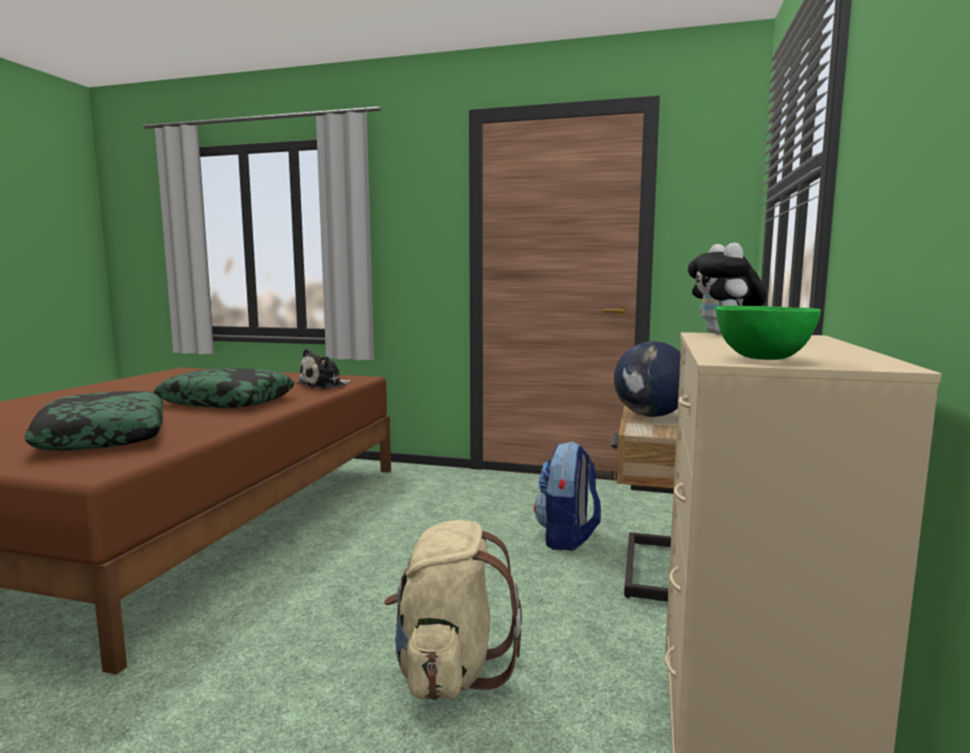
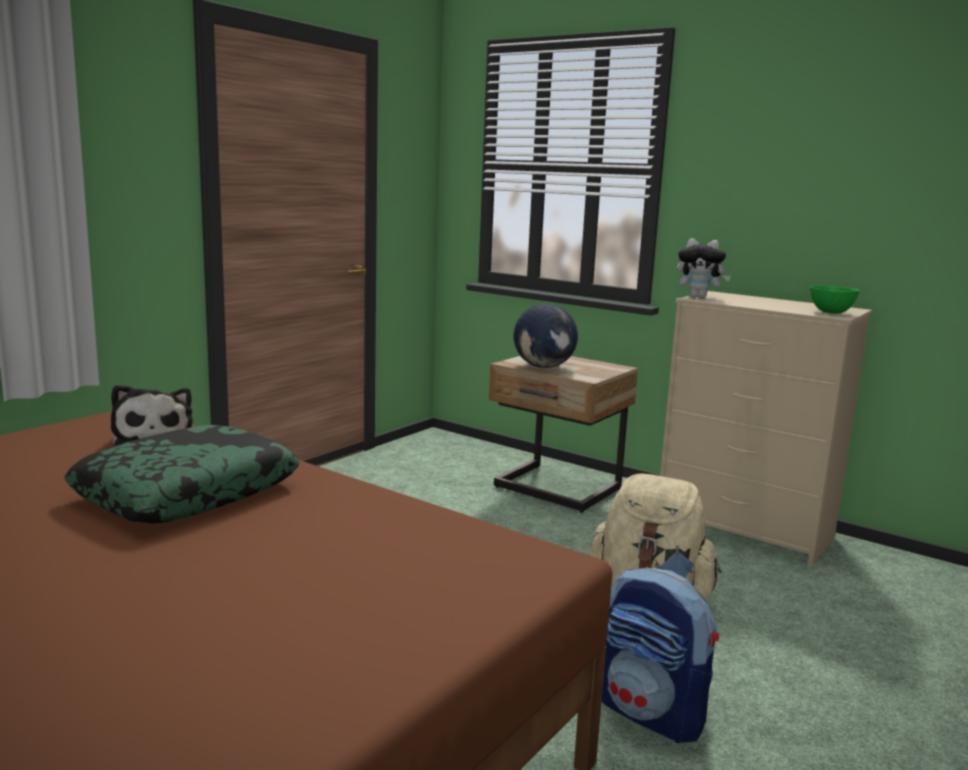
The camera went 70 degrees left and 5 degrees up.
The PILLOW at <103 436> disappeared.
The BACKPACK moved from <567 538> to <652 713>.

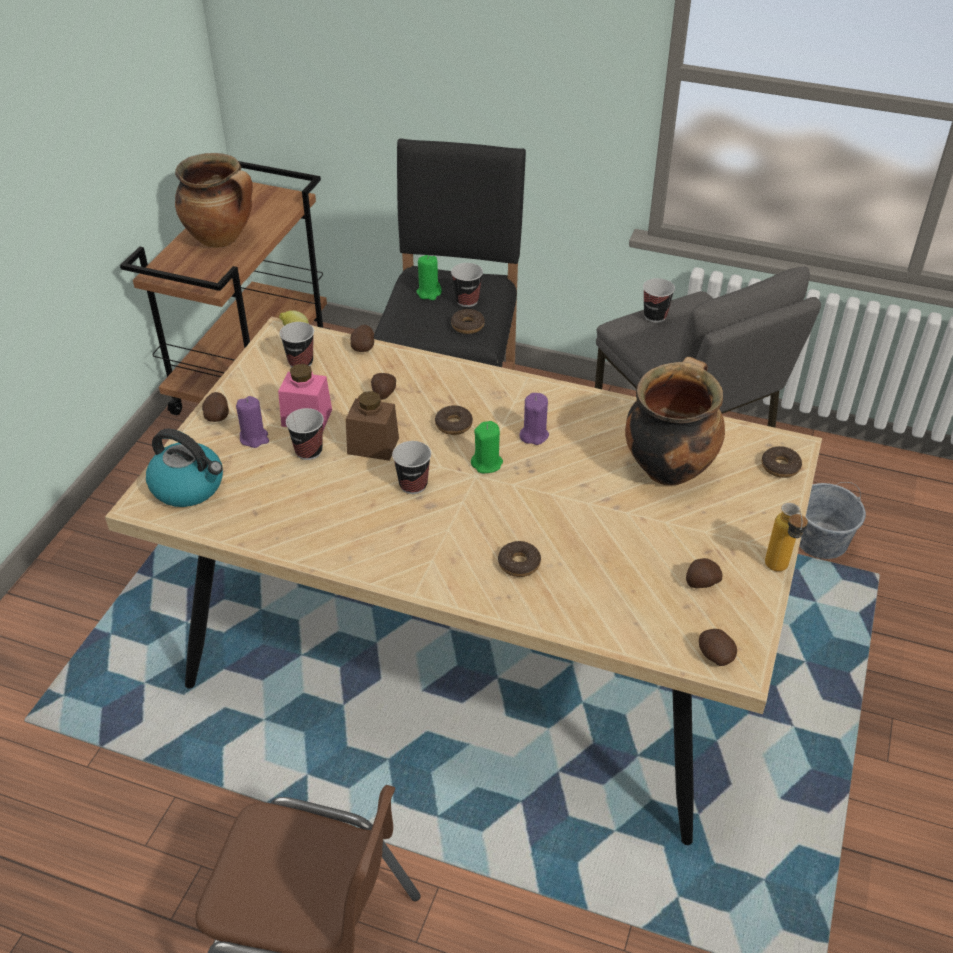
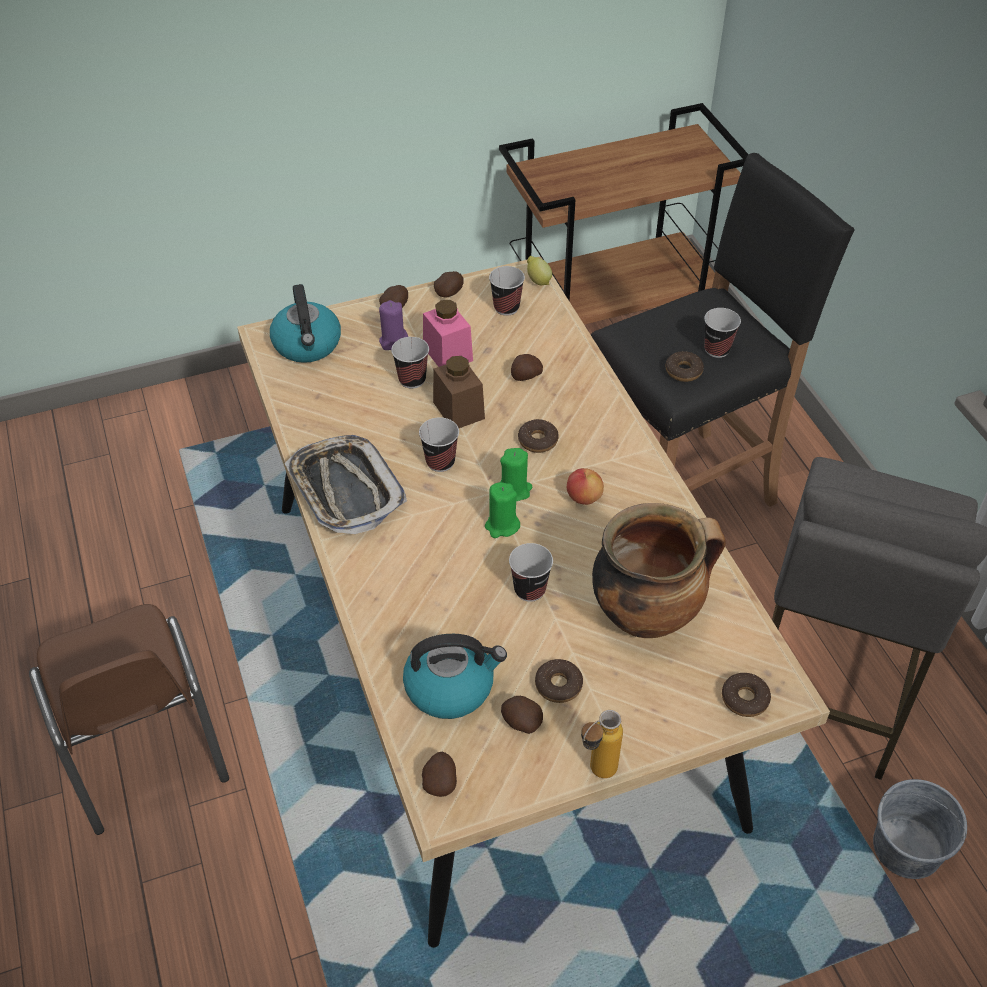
The camera went 50 degrees right and 5 degrees up.
The COOKING POT at <222 238> disappeared.
The TRAY at <345 490> appeared.
The KETTLE at <451 686> appeared.
The POTATO moved from <363 347> to <449 293>.
The GREEN CANDLE moved from <429 293> to <502 525>.
The DONUT moved from <519 563> to <558 685>.
The CUP moved from <655 316> to <530 589>.
The PURPLE CANDLE at <534 435> was replaced by the APPLE at <583 497>.

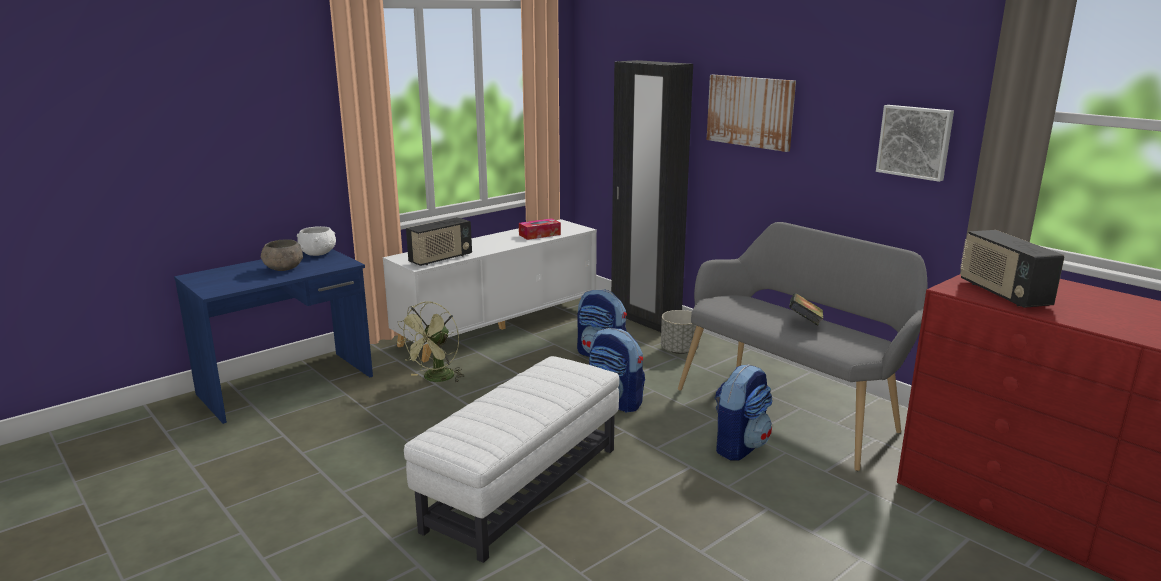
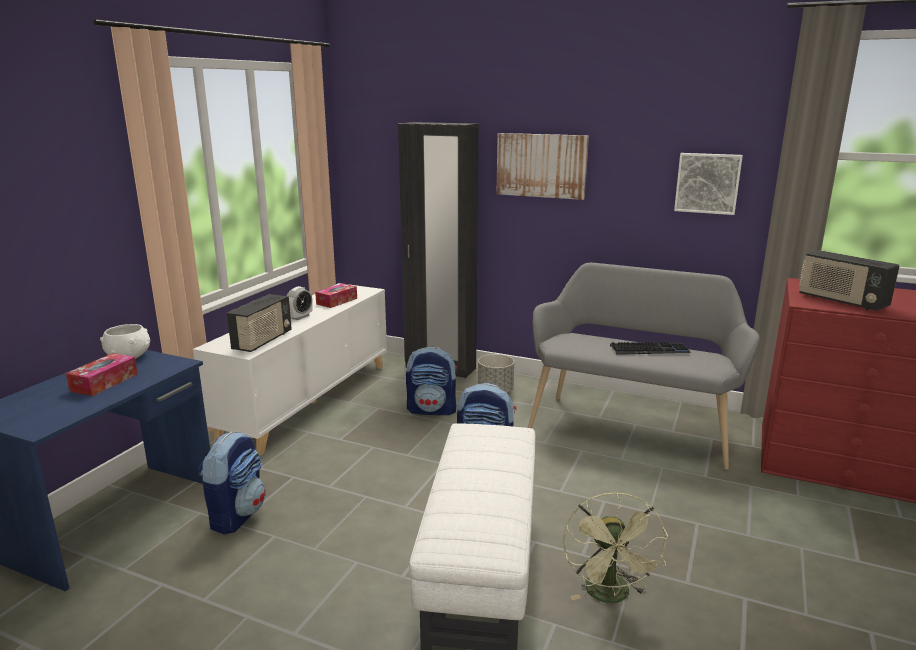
The camera went 25 degrees left and 0 degrees up.
The ALARM CLOCK at <300 317> appeared.
The GREEN FAN moved from <435 379> to <610 596>.
The BACKPACK moved from <739 446> to <236 515>.
The GREY BOWL at <283 269> was replaced by the TISSUE BOX at <104 382>.
The BOOK at <804 323> was replaced by the KEYBOARD at <649 350>.

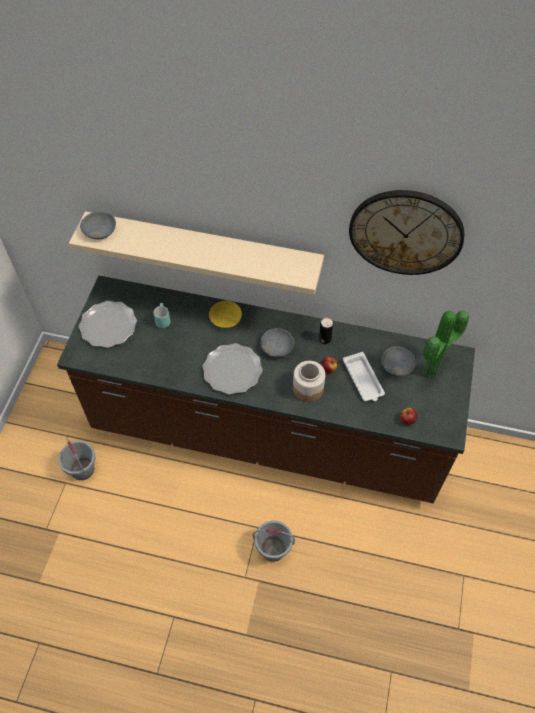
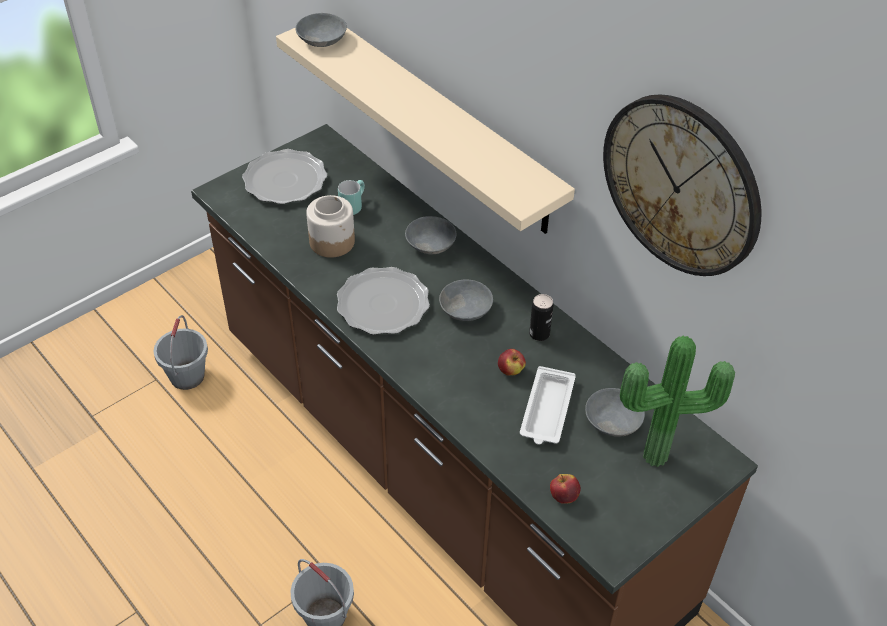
The camera went 35 degrees right and 10 degrees down.
The JAR moved from <308 388> to <332 241>.
The YELLOW BOWL at <225 319> became the GREY BOWL at <429 244>.

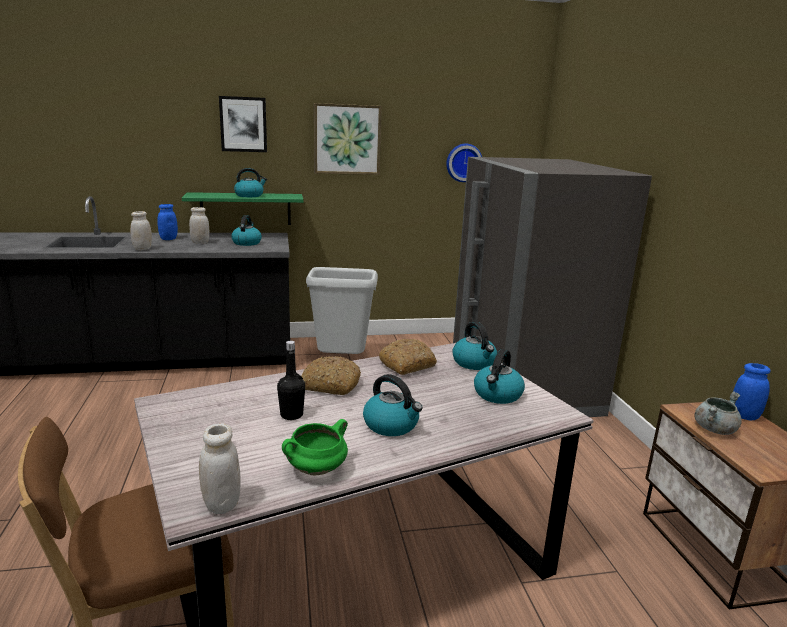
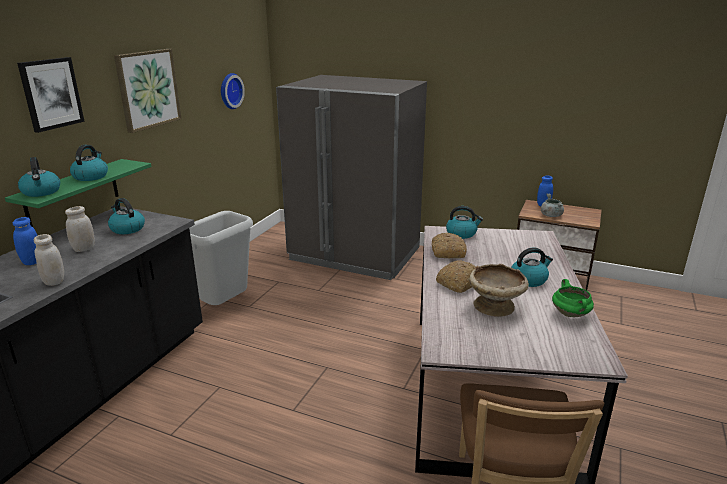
The camera went 55 degrees left and 5 degrees up.
The WHITE JAR at <221 504> disappeared.
The KETTLE moved from <497 395> to <41 192>.
The BLACK BOTTLE at <291 415> was replaced by the BEIGE BOWL at <495 306>.

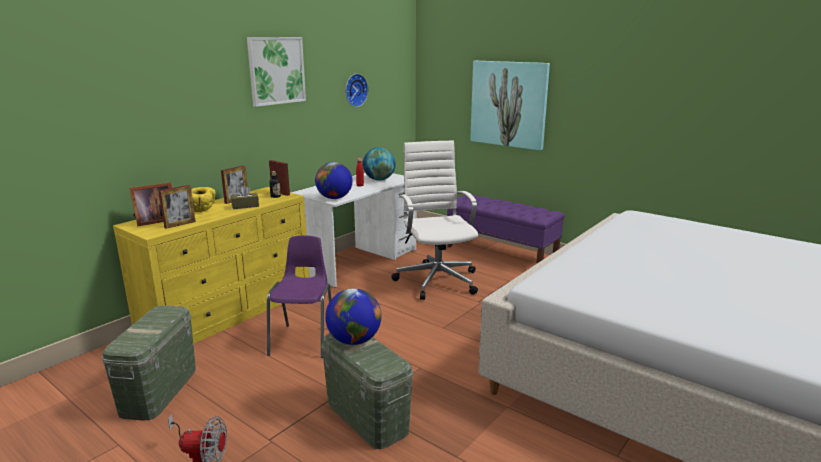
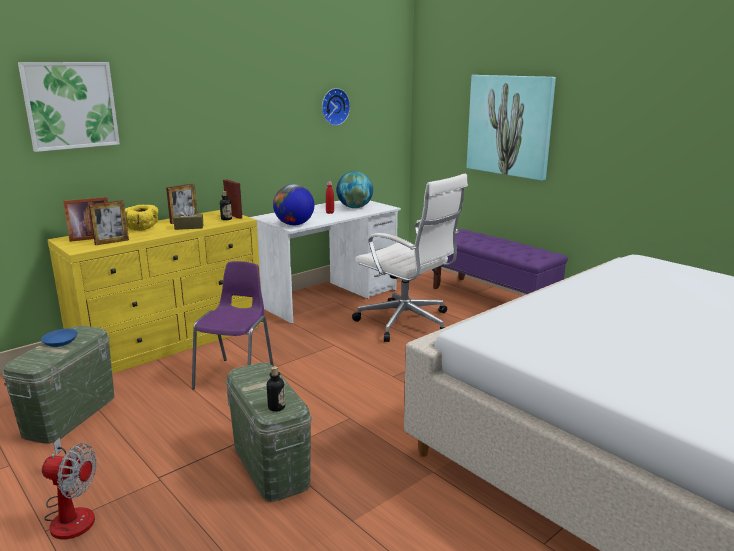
The camera went 10 degrees right and 0 degrees up.
The GLOBE at <354 340> disappeared.
The BLUE BOWL at <60 343> appeared.
The BOTTLE at <276 407> appeared.
The PICTURE moved from <276 70> to <70 105>.
The WHITE OFFICE CHAIR at <437 280> turned 135 degrees clockwise.

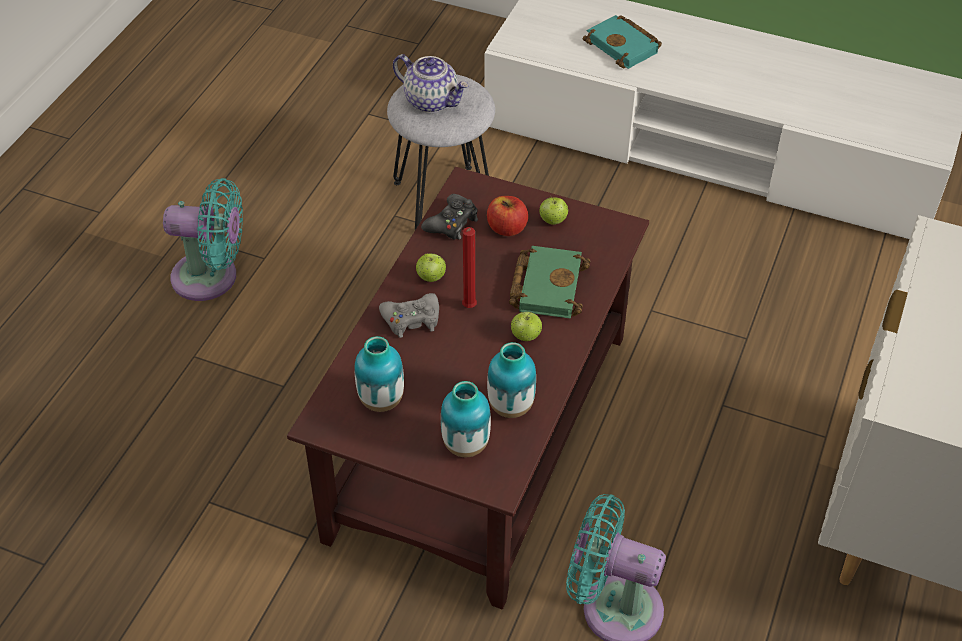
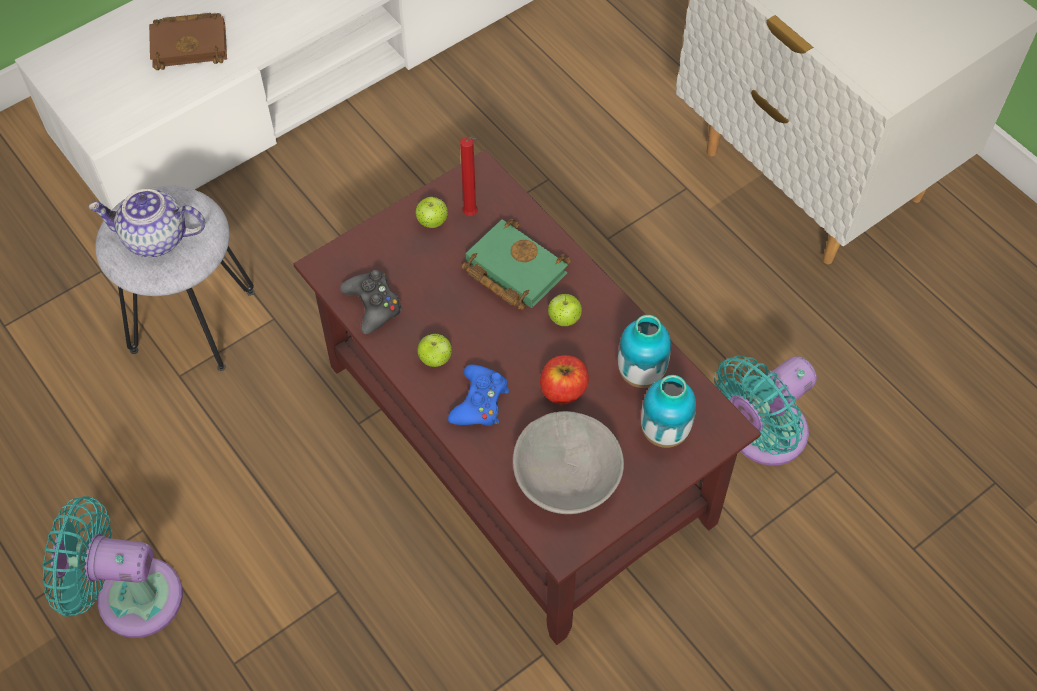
The camera went 60 degrees left and 10 degrees up.
The RED CANDLE moved from <468 308> to <472 215>.
The APPLE moved from <507 228> to <563 390>.
The VASE at <381 400> was replaced by the GREY BOWL at <567 477>.
The GREY GAME CONTROLLER at <411 320> became the BLUE GAME CONTROLLER at <480 402>.
The TURQUOISE BOOK at <624 47> became the BROWN BOOK at <191 44>.
The TURQUOISE FAN at <211 277> turned 120 degrees counterclockwise.
The TEAPOT at <432 101> turned 150 degrees counterclockwise.

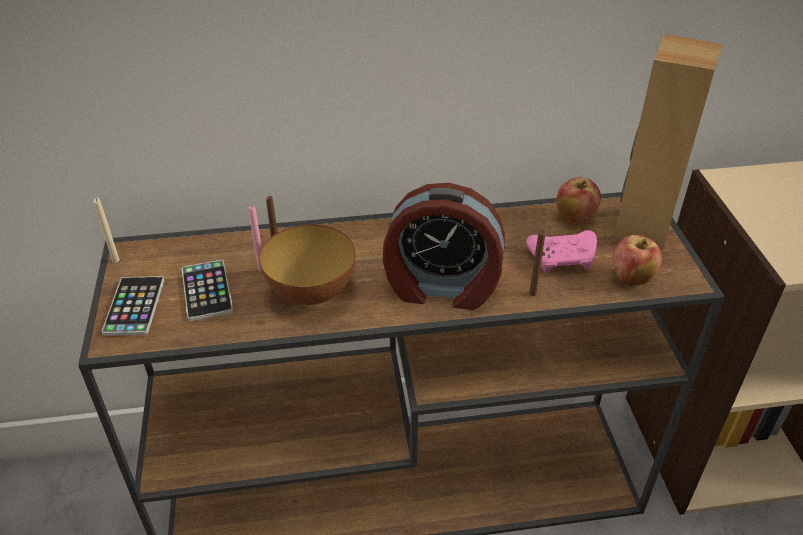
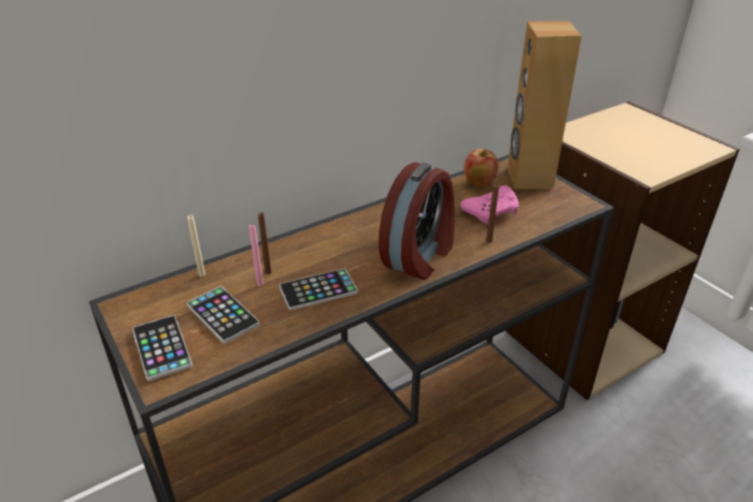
The camera went 25 degrees left and 5 degrees down.
The APPLE at <631 278> disappeared.
The BEIGE CANDLE moved from <116 260> to <202 274>.
The BOWL at <311 293> was replaced by the PHONE at <318 290>.
The ALARM CLOCK at <441 288> turned 45 degrees counterclockwise.

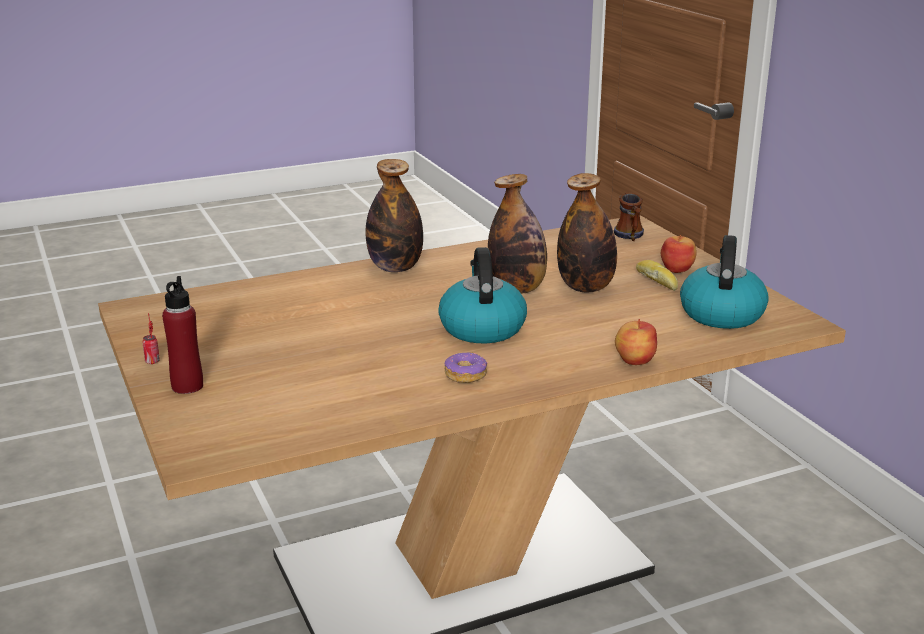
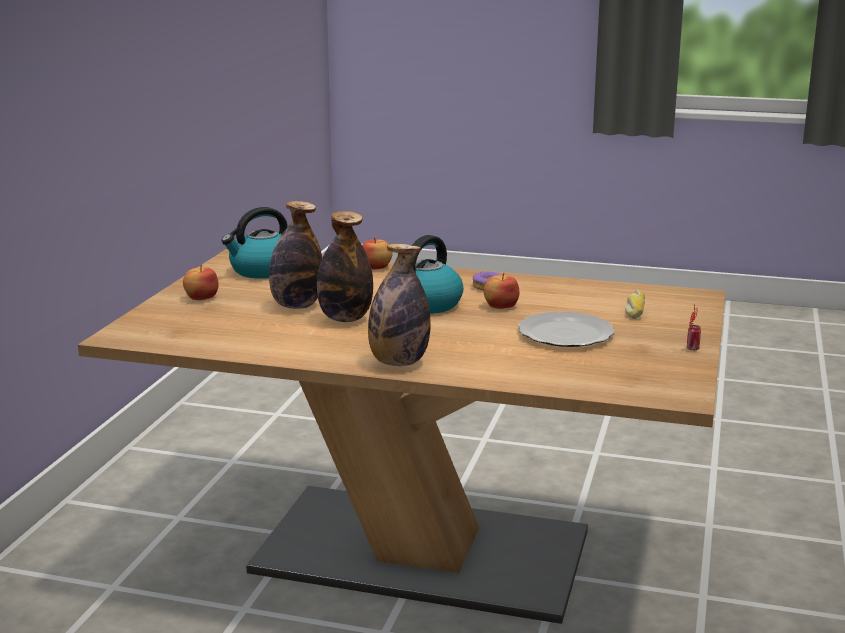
The camera went 140 degrees left and 5 degrees down.
The RED BOTTLE at <187 386> disappeared.
The MUG at <630 237> disappeared.
The APPLE at <500 306> appeared.
The PLATE at <565 333> appeared.
The BREAD moved from <658 281> to <634 310>.

